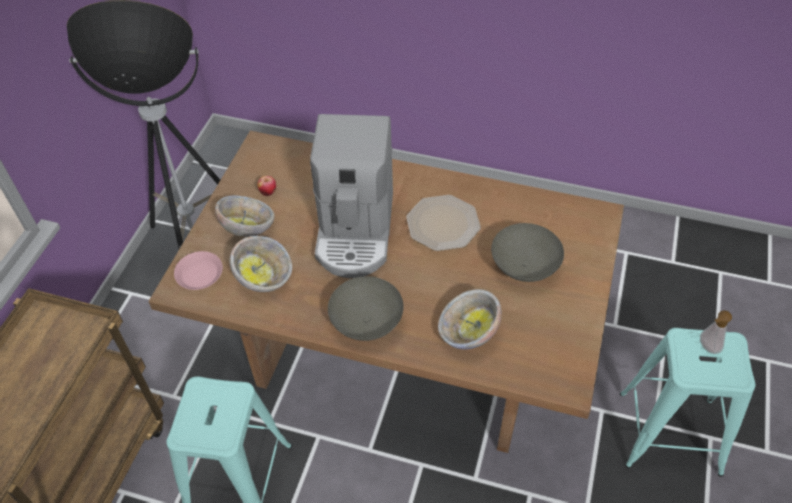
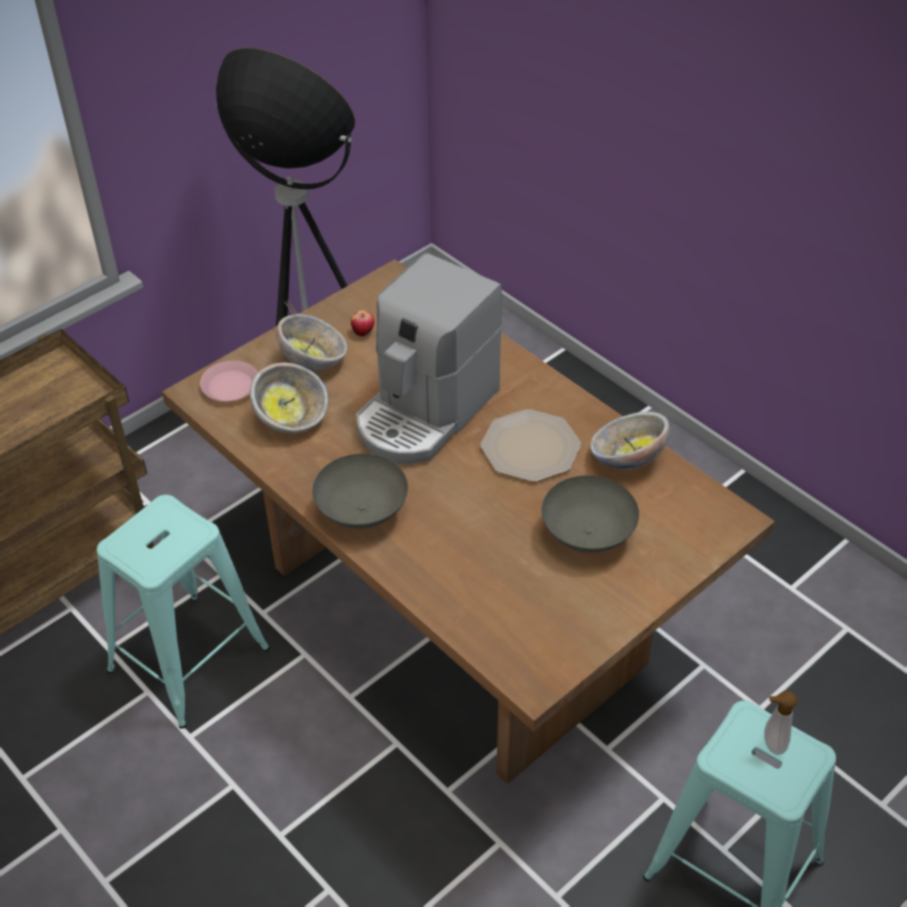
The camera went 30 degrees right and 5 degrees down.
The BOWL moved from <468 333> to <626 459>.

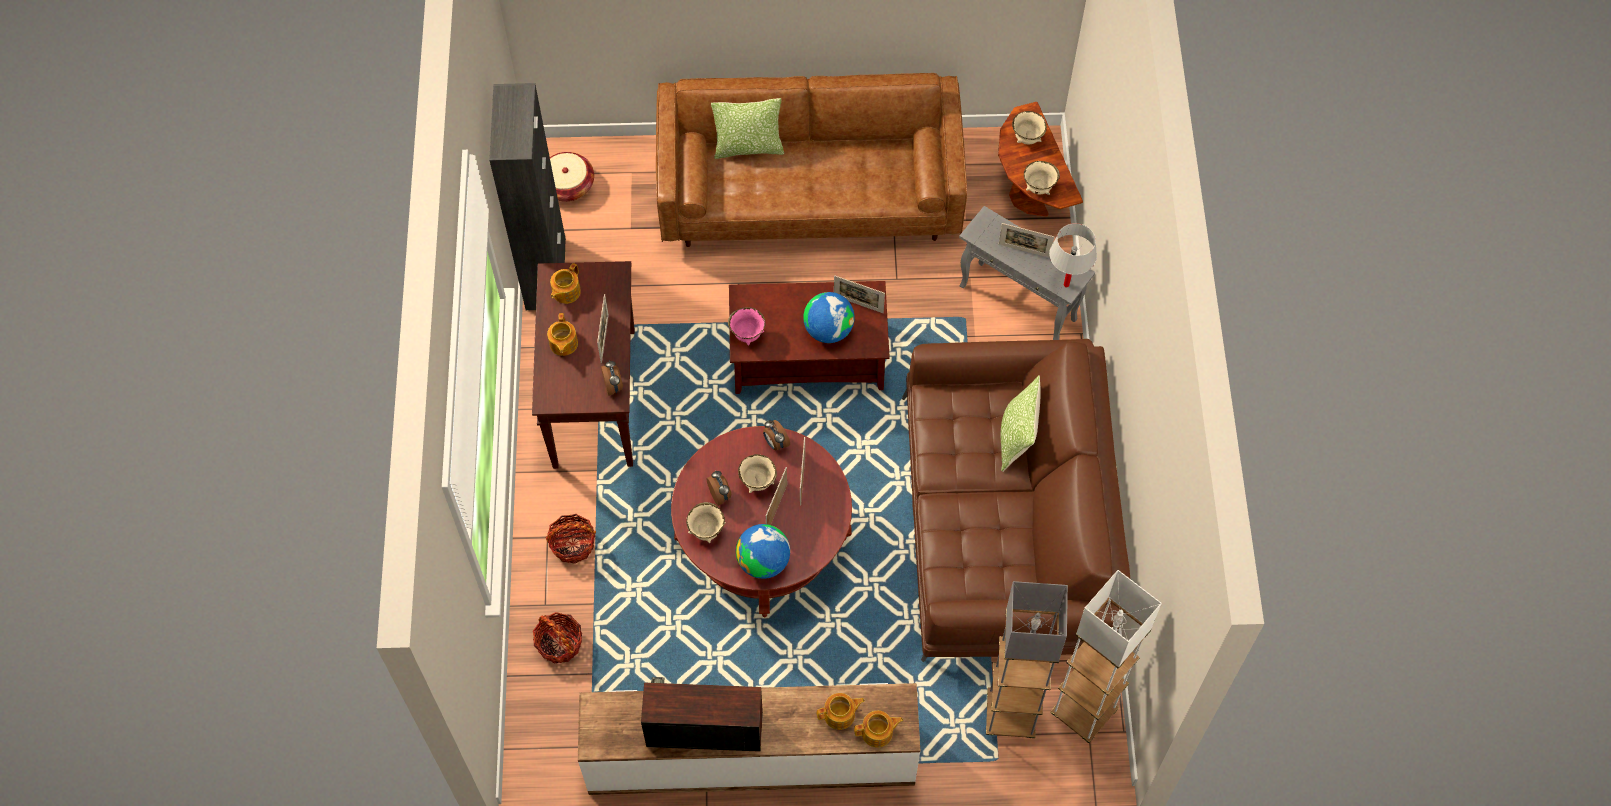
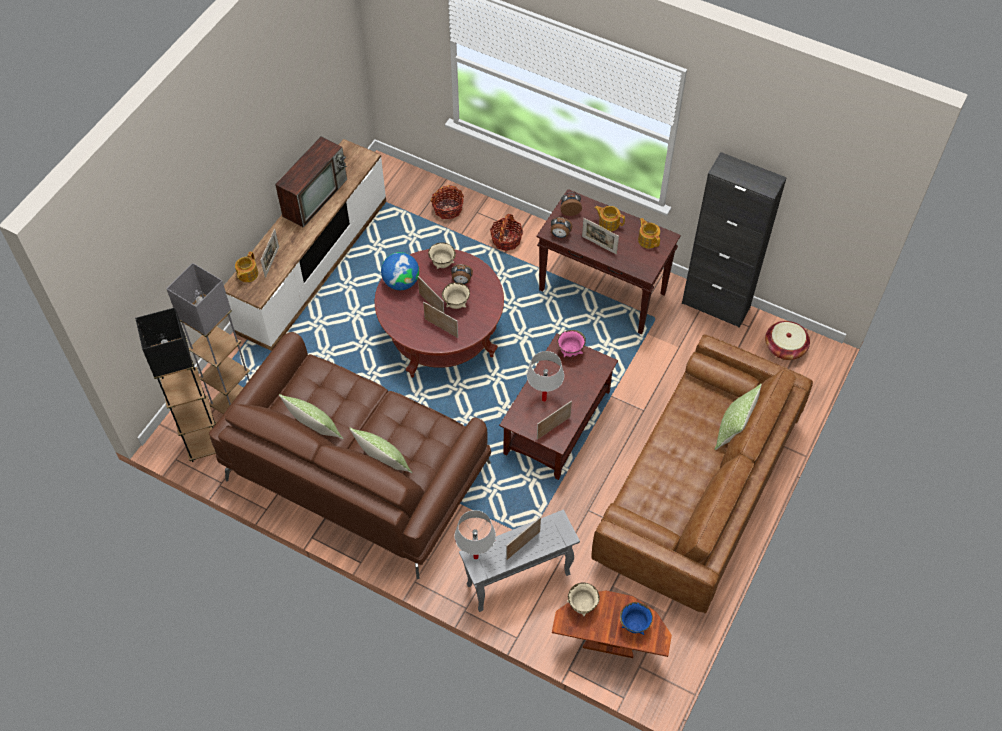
The camera went 120 degrees right and 5 degrees down.
The PILLOW at <315 429> appeared.
The ALARM CLOCK moved from <775 443> to <570 211>.
The GLOBE at <828 330> was replaced by the WHITE TABLE LAMP at <544 399>.
The TEAPOT at <840 715> was replaced by the PICTURE FRAME at <272 262>.
The BEIGE BOWL at <1027 139> became the BLUE BOWL at <634 625>.
The WHITE FLOOR LAMP at <1083 712> became the BLACK FLOOR LAMP at <204 444>.

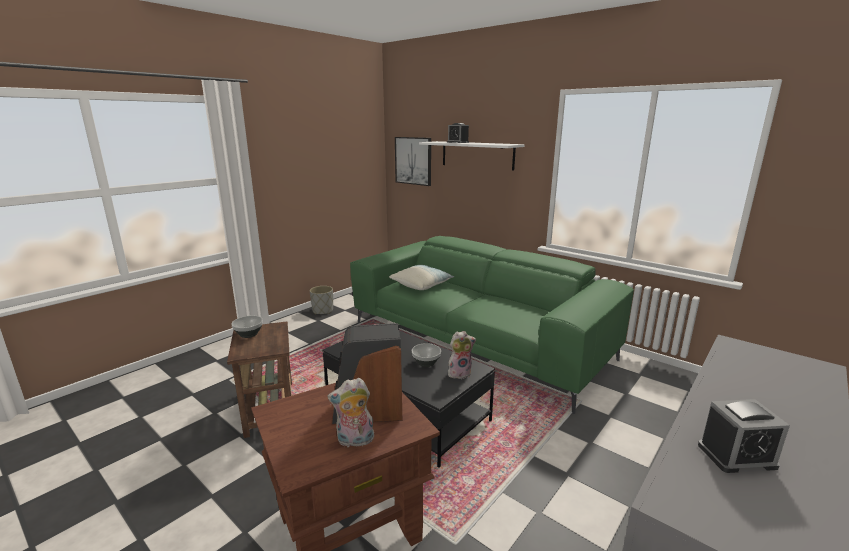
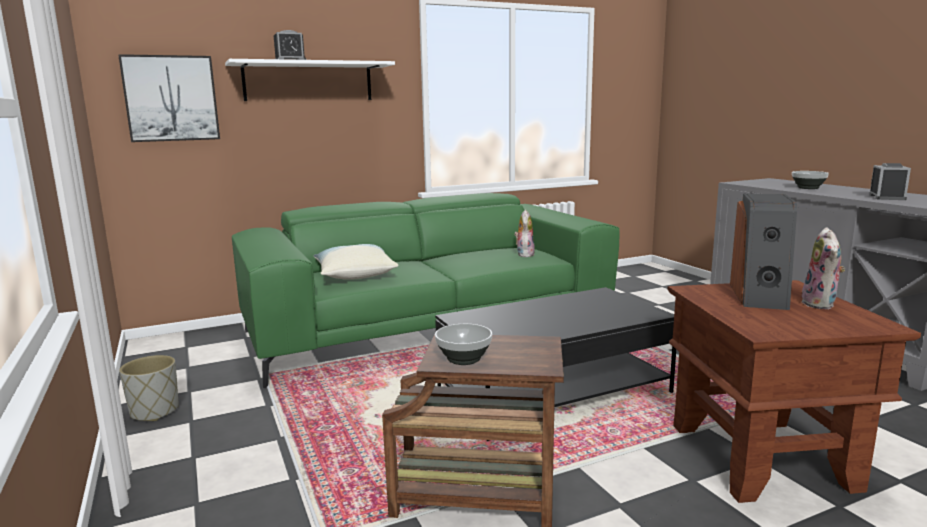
The camera went 65 degrees left and 5 degrees down.
The BOWL moved from <425 362> to <807 188>.
The PLUSH TOY moved from <459 373> to <524 254>.

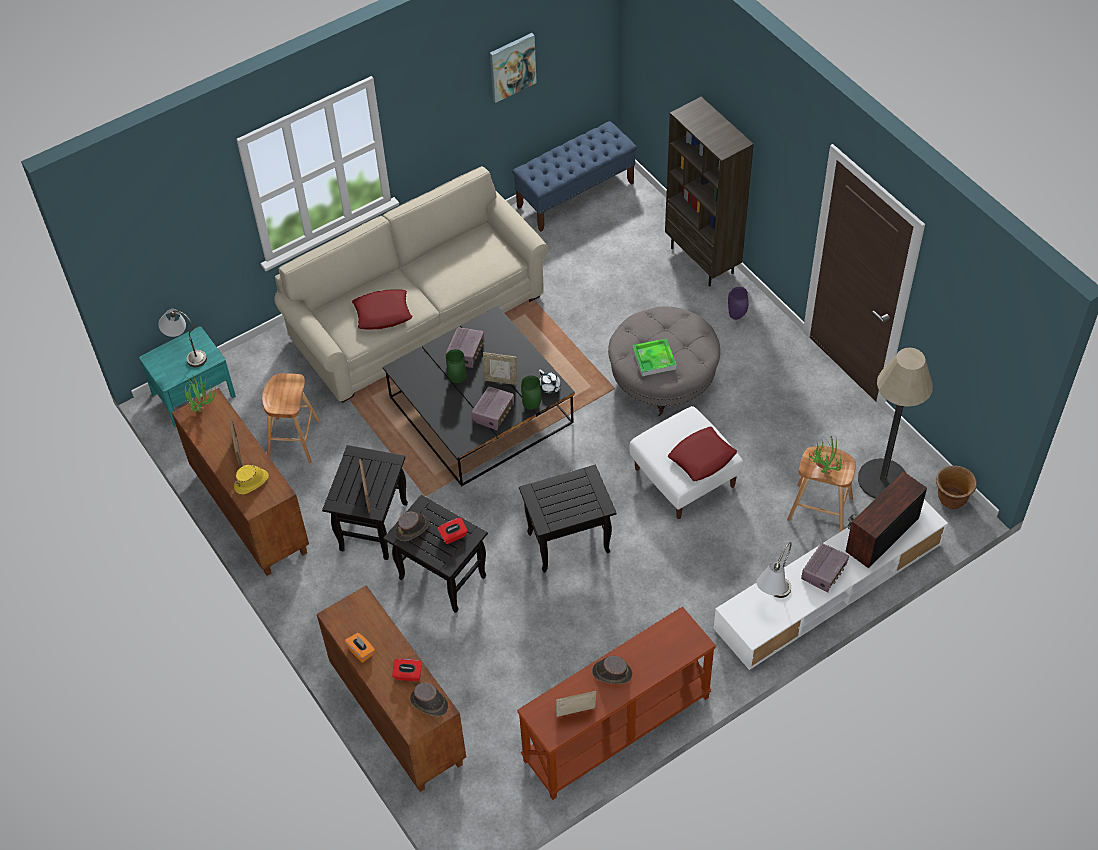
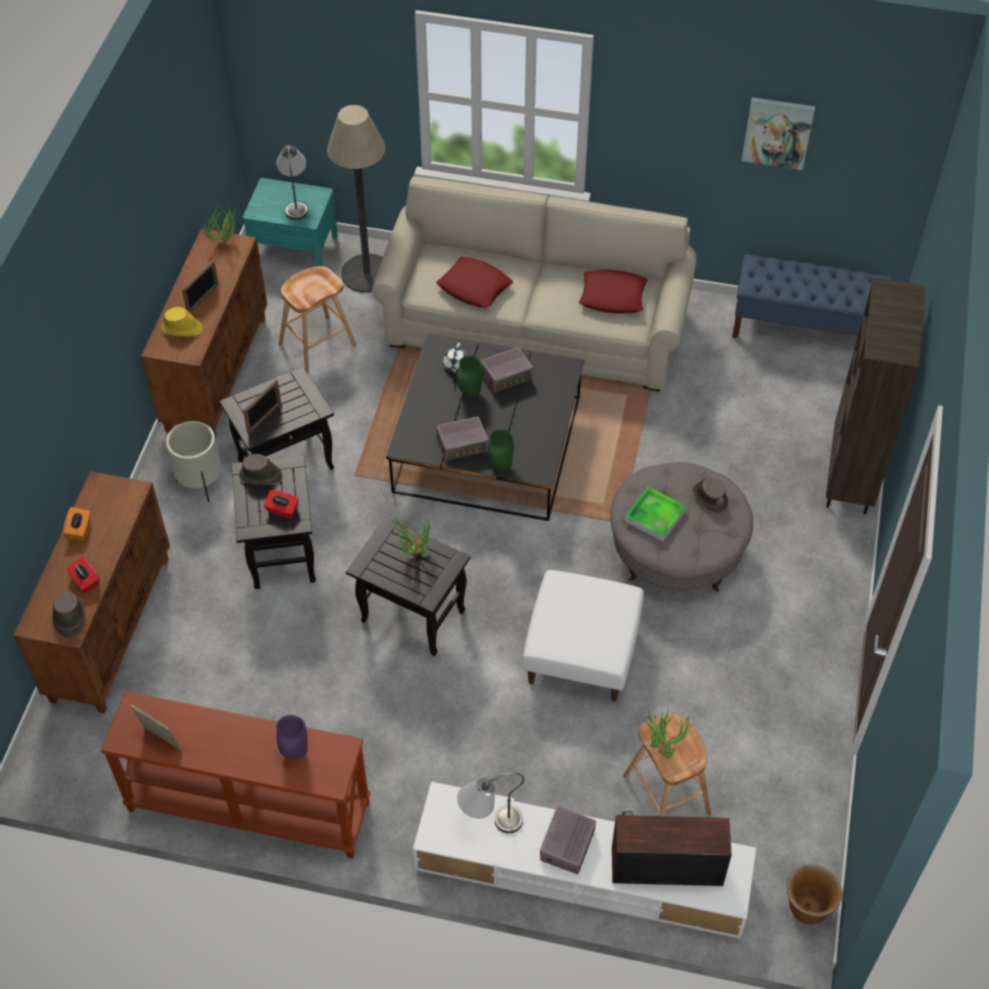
The camera went 45 degrees right and 0 degrees up.
The PICTURE FRAME at <501 380> disappeared.
The BEIGE PLANTER at <201 483> appeared.
The POTTED PLANT at <413 554> appeared.
The WHITE TEAPOT moved from <549 387> to <455 365>.
The BROWN HAT moved from <611 673> to <710 497>.
The RED PILLOW moved from <702 457> to <612 296>.
The PURPLE VASE moved from <737 316> to <296 753>.
The FLOOR LAMP moved from <882 479> to <367 273>.
The RADIO at <824 572> turned 120 degrees clockwise.

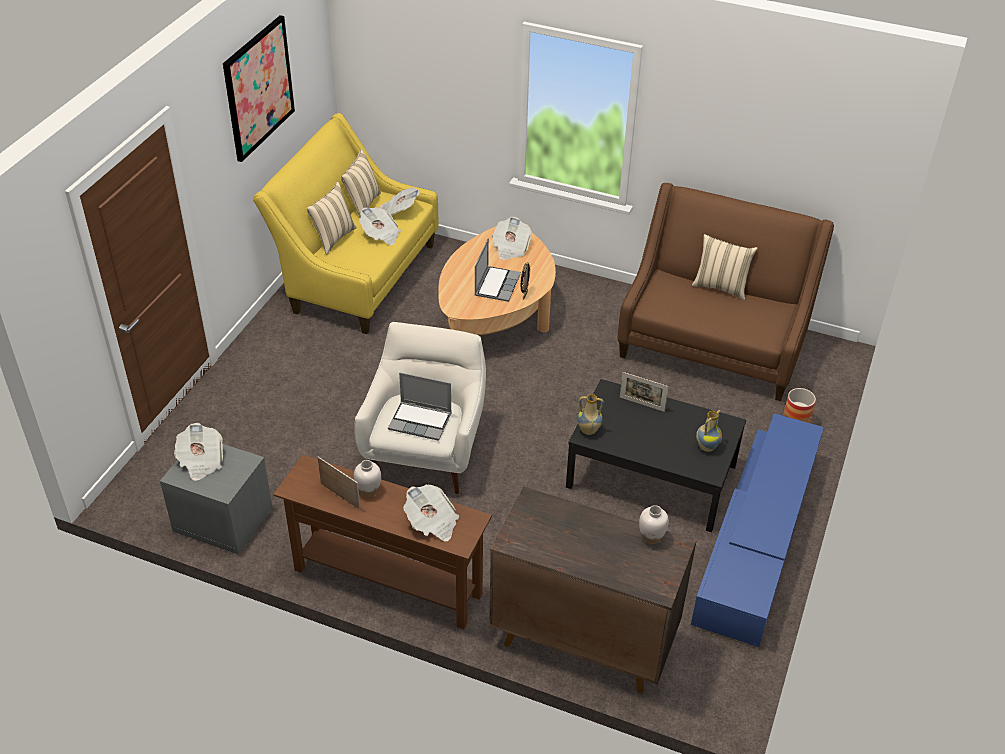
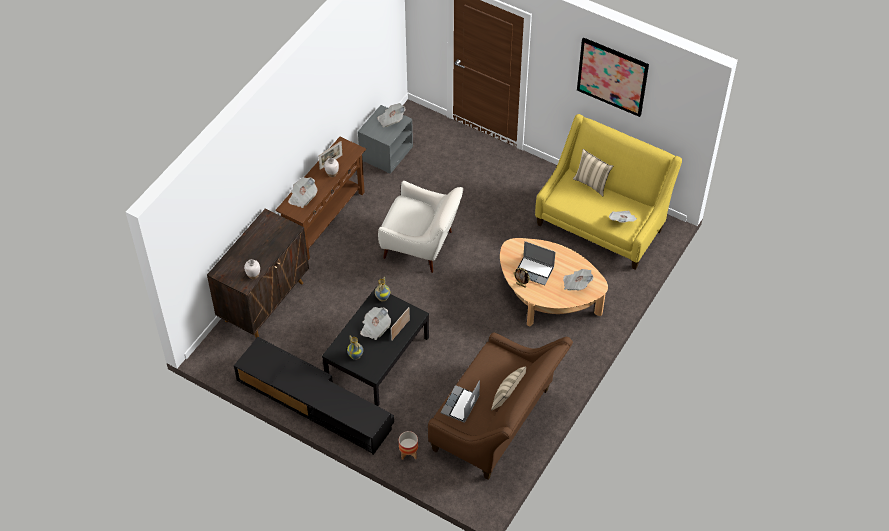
The camera went 100 degrees right and 10 degrees up.
The BEIGE PILLOW at <362 204> disappeared.
The NEWSPAPER moved from <381 235> to <375 328>.
The LAPTOP moved from <421 421> to <460 405>.
The BLUE TV STAND at <756 537> became the BLACK TV STAND at <315 402>.

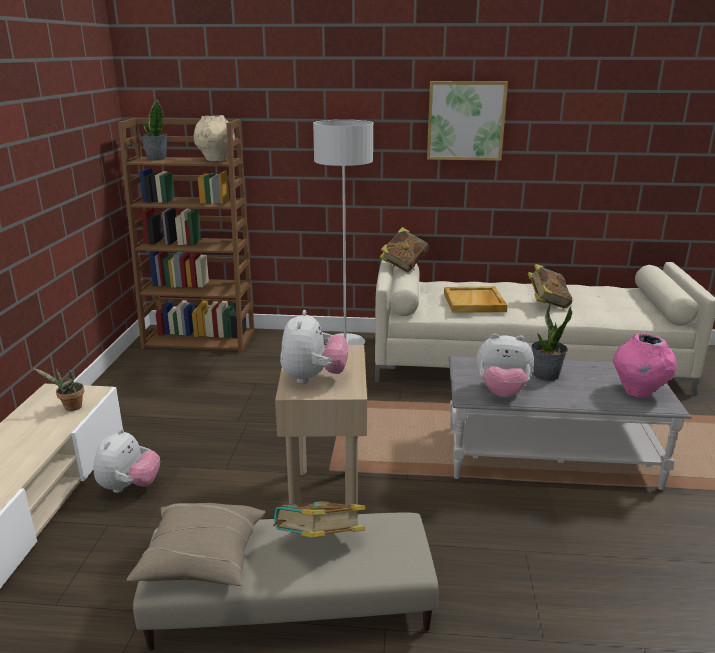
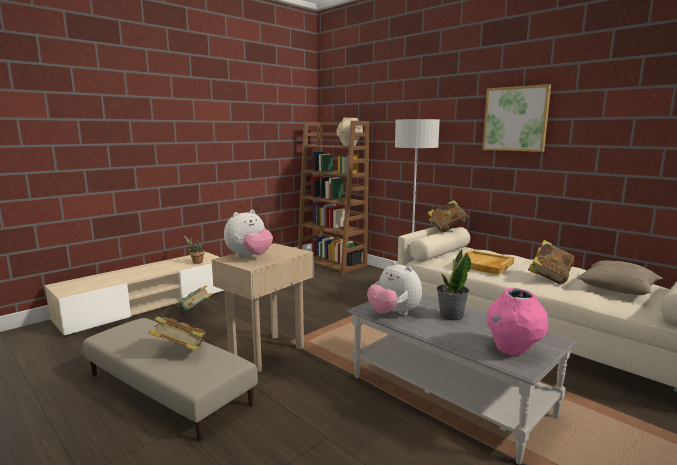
The camera went 40 degrees right and 10 degrees down.
The POTTED PLANT at <156 159> disappeared.
The BEIGE PILLOW moved from <201 559> to <617 289>.
The PLUSH TOY at <129 487> was replaced by the BOOK at <195 312>.

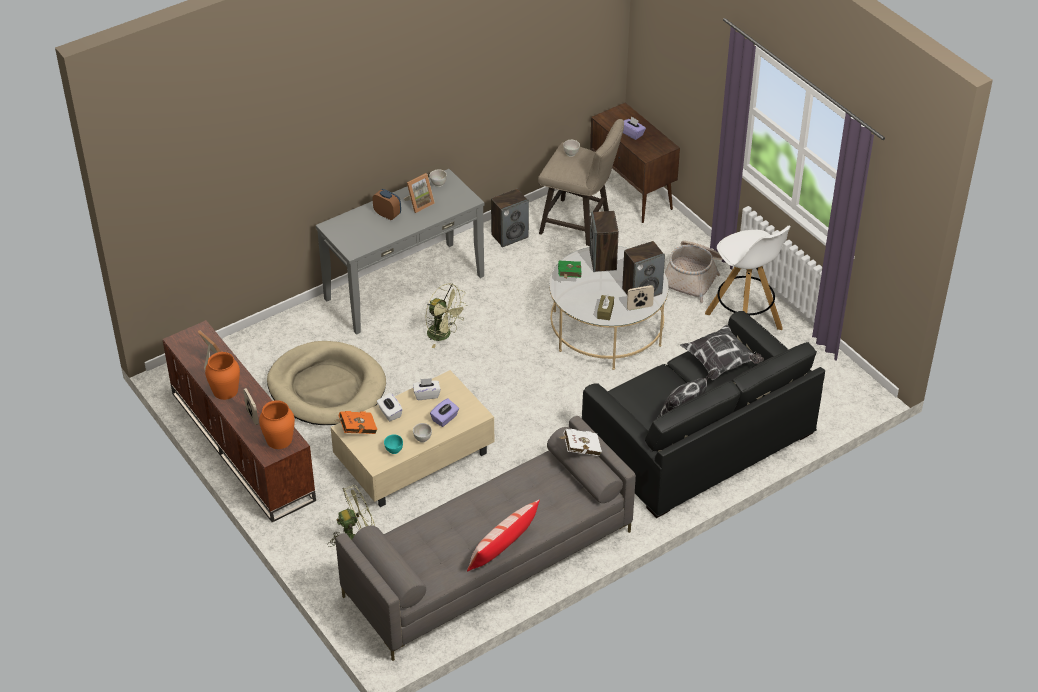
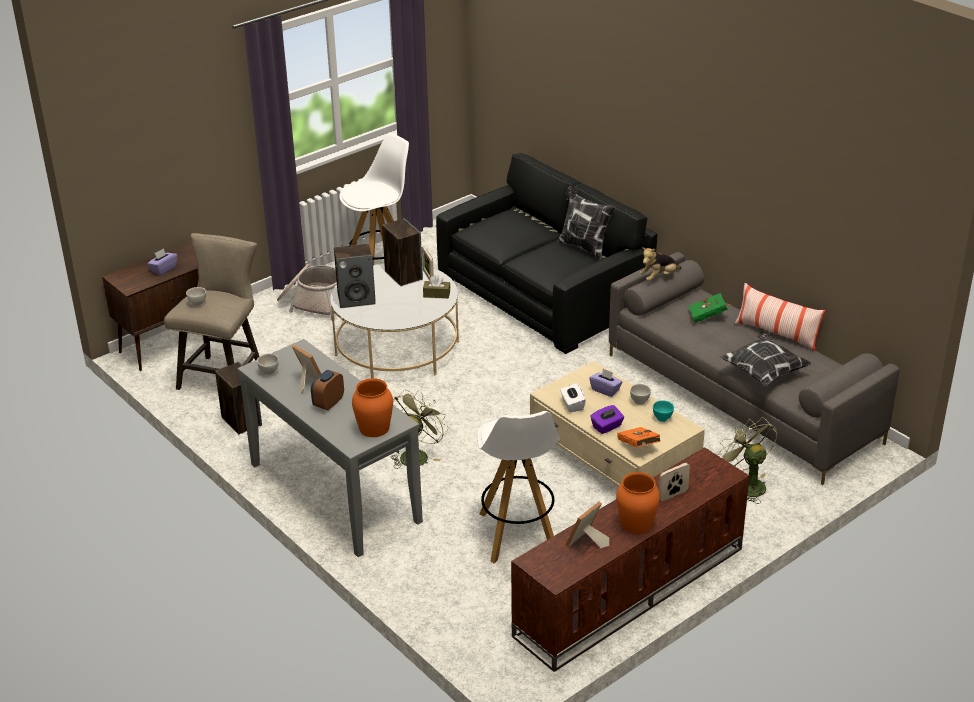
The camera went 95 degrees left and 10 degrees down.
The ORANGE VASE moved from <279 440> to <374 428>.
The GREEN BOOK moved from <569 277> to <709 316>.
The PILLOW moved from <721 362> to <763 372>.
The BEIGE DOG BED at <327 388> was replaced by the WHITE STOOL at <518 534>.
The WHITE BOOK at <580 449> was replaced by the PLUSH TOY at <659 277>.
The WHITE TISSUE BOX at <389 413> became the PURPLE TISSUE BOX at <607 427>.

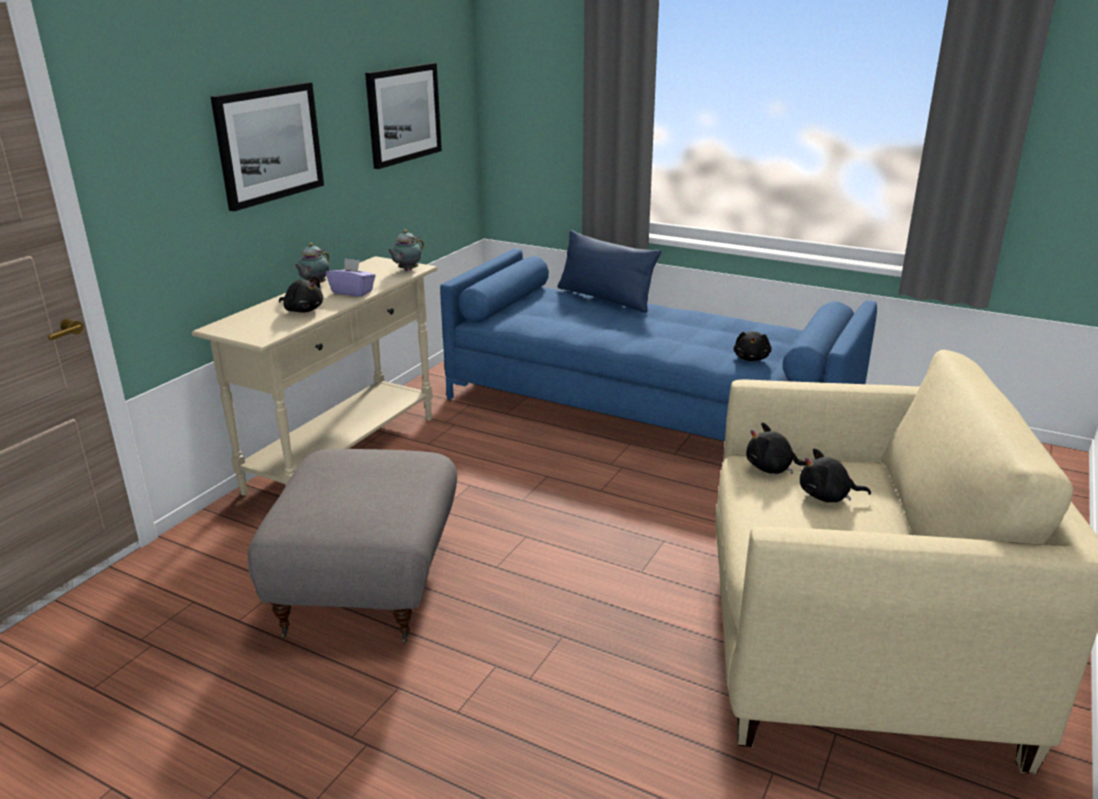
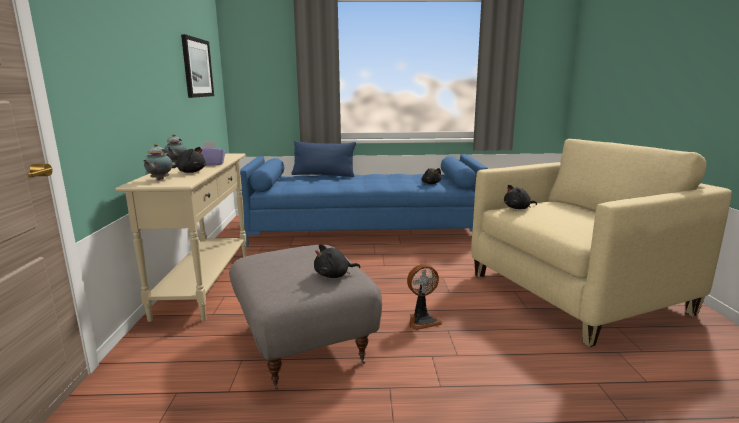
The camera went 30 degrees left and 10 degrees down.
The PICTURE at <269 144> disappeared.
The FAN at <422 320> appeared.
The TEAPOT moved from <407 270> to <159 180>.
The BLACK PLUSH TOY moved from <827 496> to <334 275>.

